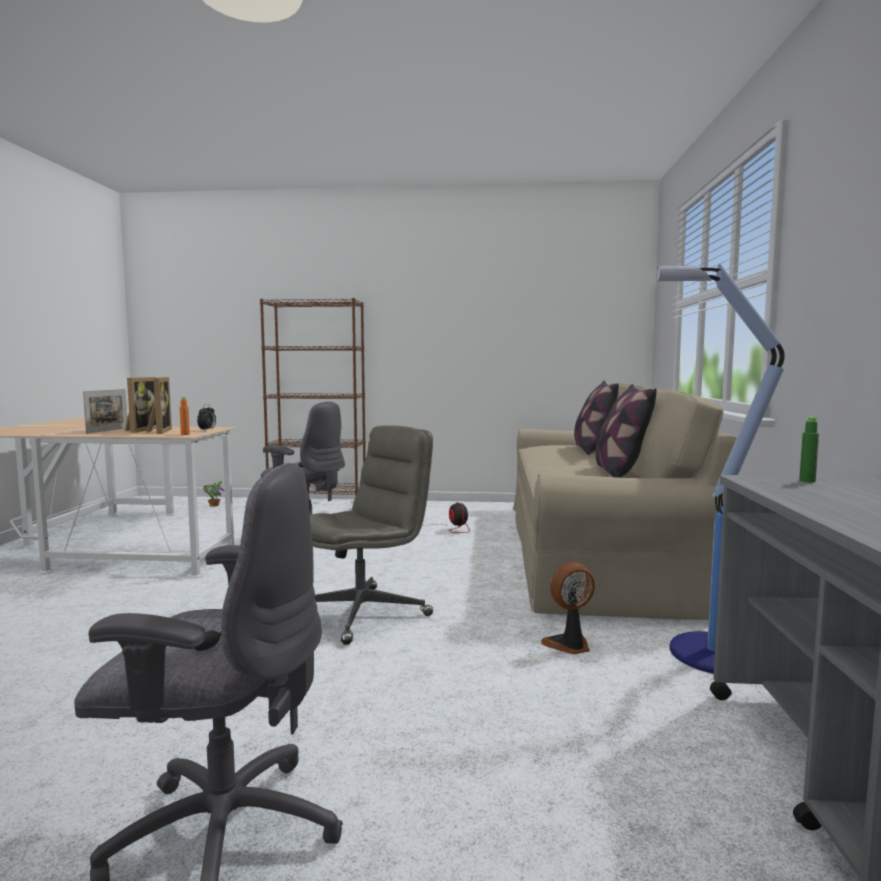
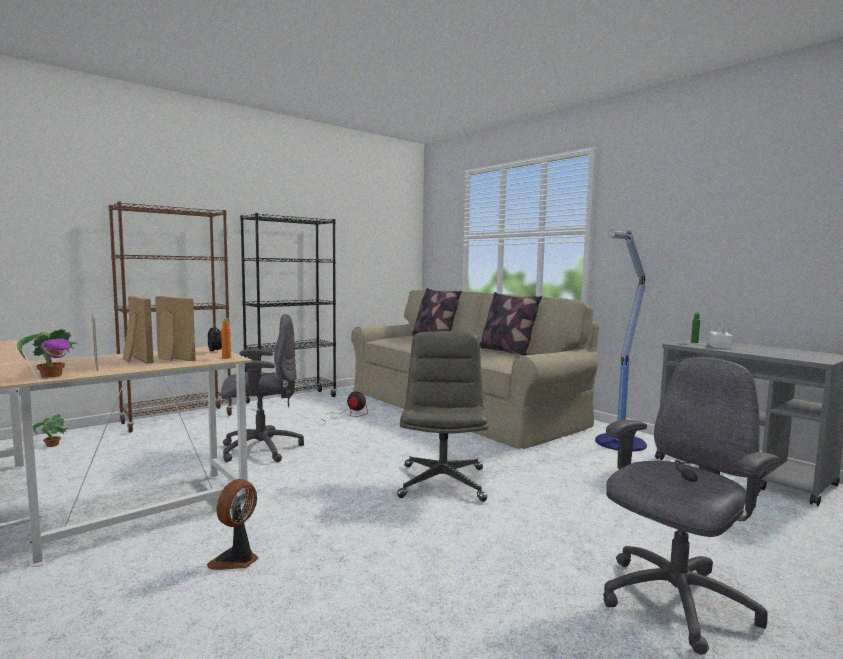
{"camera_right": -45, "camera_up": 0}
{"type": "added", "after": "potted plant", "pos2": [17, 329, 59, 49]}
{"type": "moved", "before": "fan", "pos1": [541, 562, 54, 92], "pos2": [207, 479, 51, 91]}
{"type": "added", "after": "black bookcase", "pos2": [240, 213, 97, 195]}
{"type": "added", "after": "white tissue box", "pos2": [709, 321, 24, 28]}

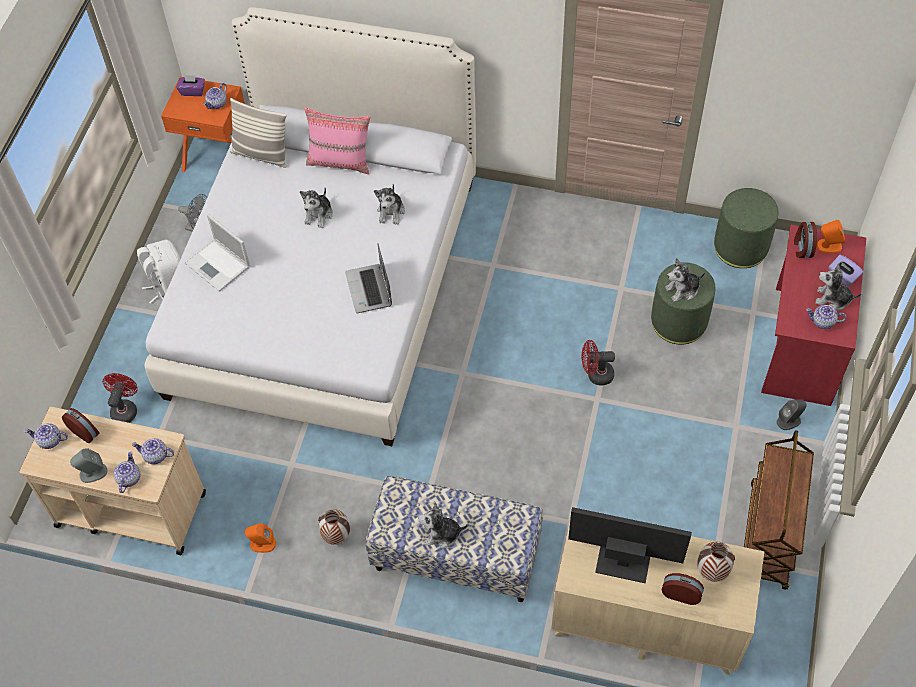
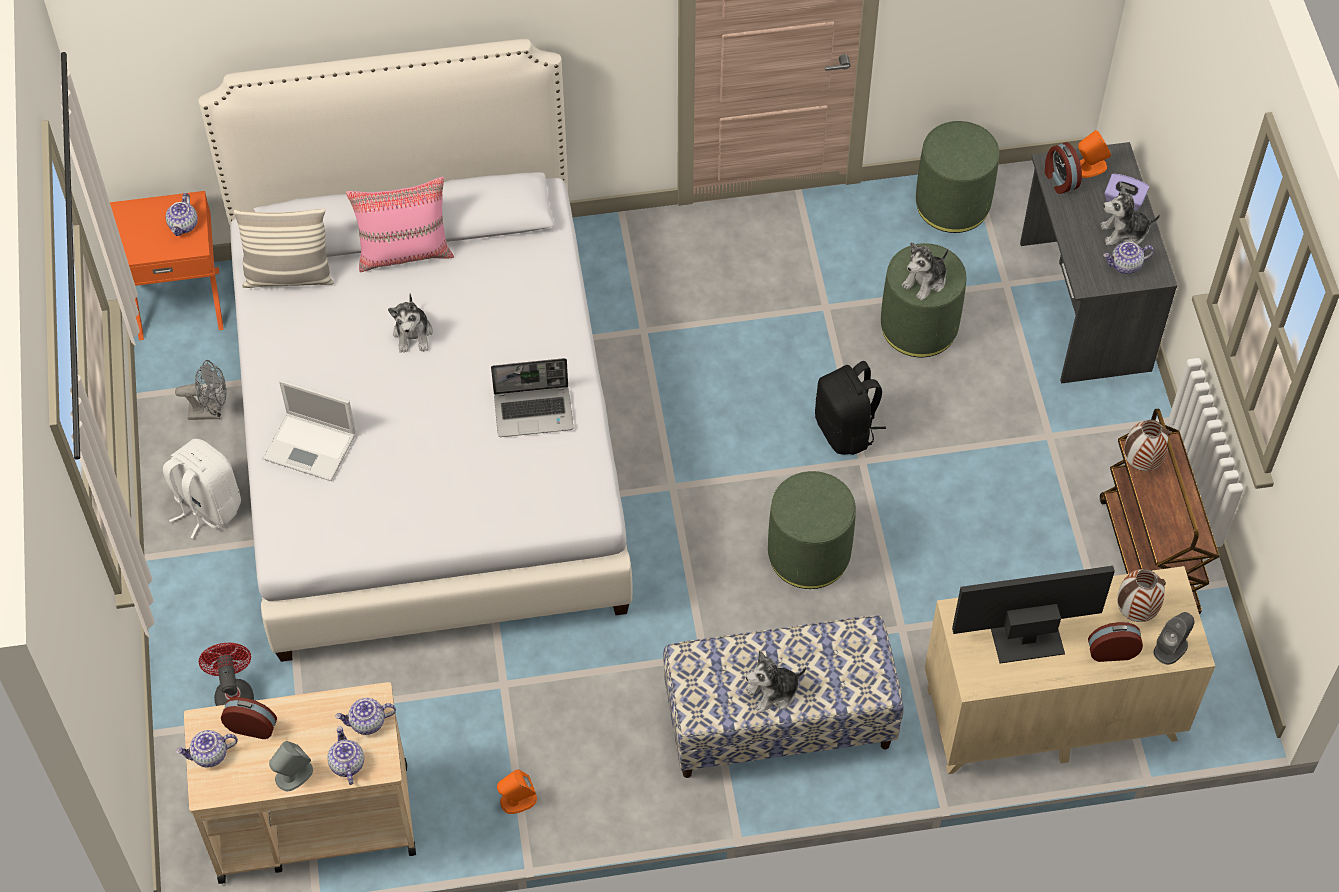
{"camera_right": -25, "camera_up": 0}
{"type": "turned", "before": "laptop", "pos1": [345, 243, 47, 70], "pos2": [491, 358, 83, 79], "turn": -60}
{"type": "added", "after": "green ottoman", "pos2": [768, 471, 88, 118]}
{"type": "replaced", "before": "red fan", "after": "black backpack", "pos1": [582, 340, 33, 45], "pos2": [815, 361, 71, 94]}
{"type": "recoloured", "before": "red desk", "after": "grey desk", "pos1": [761, 225, 105, 181], "pos2": [1020, 142, 158, 242]}
{"type": "moved", "before": "vase", "pos1": [318, 509, 32, 36], "pos2": [1124, 420, 46, 51]}
{"type": "moved", "before": "grey speaker", "pos1": [777, 399, 30, 31], "pos2": [1154, 612, 41, 53]}
{"type": "removed", "before": "purple tissue box", "pos1": [176, 75, 29, 21]}
{"type": "removed", "before": "plush toy", "pos1": [374, 184, 31, 40]}

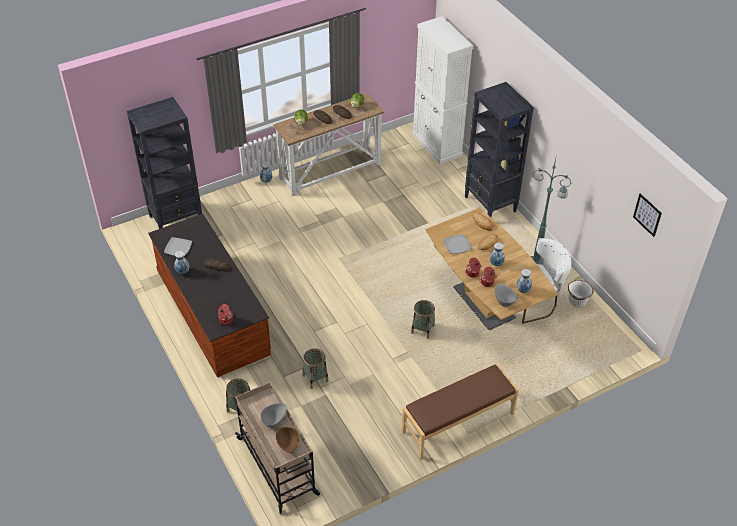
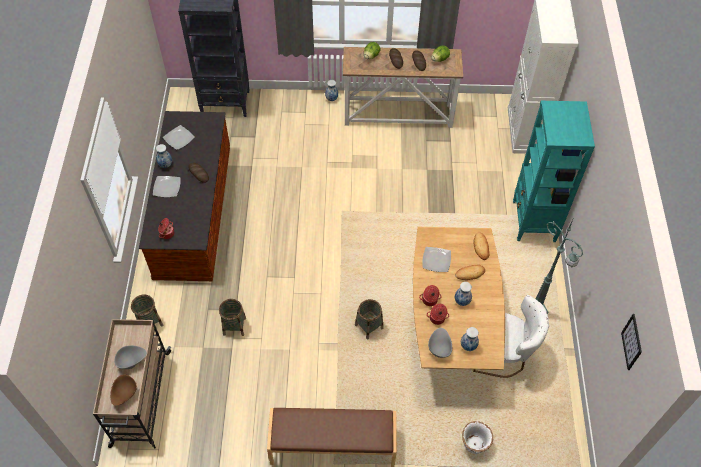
{"camera_right": 30, "camera_up": 10}
{"type": "added", "after": "plate", "pos2": [153, 176, 28, 21]}
{"type": "moved", "before": "white planter", "pos1": [568, 280, 26, 28], "pos2": [462, 421, 31, 33]}
{"type": "recoloured", "before": "black bookcase", "after": "turquoise bookcase", "pos1": [465, 82, 69, 135], "pos2": [513, 101, 82, 141]}

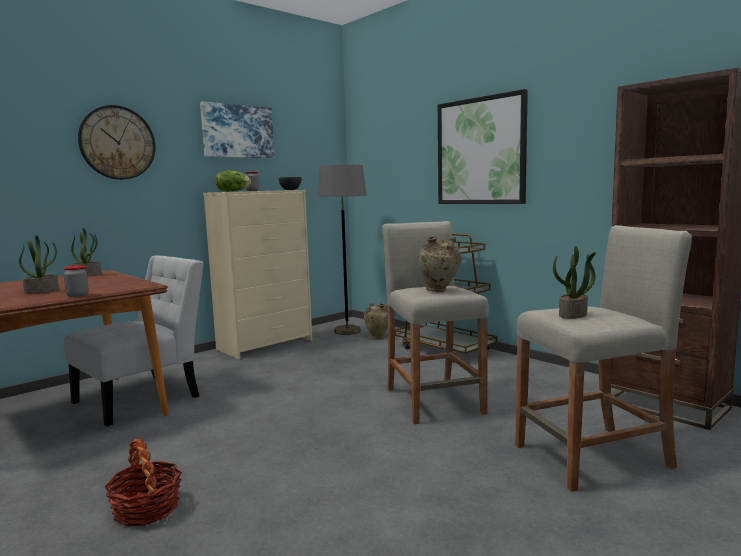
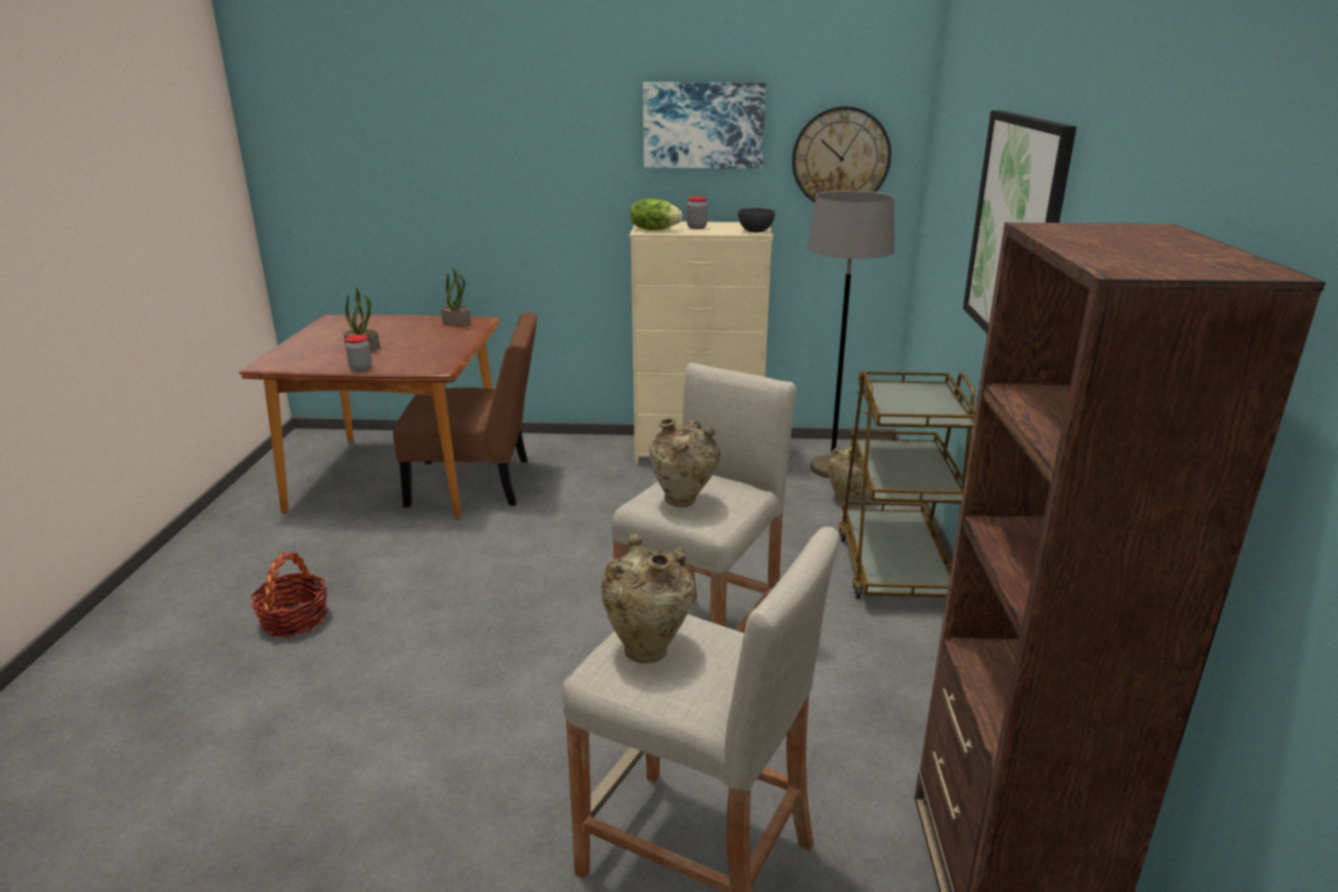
{"camera_right": 45, "camera_up": 15}
{"type": "recoloured", "before": "white chair", "after": "brown chair", "pos1": [64, 255, 140, 172], "pos2": [393, 312, 144, 195]}
{"type": "replaced", "before": "potted plant", "after": "beige vase", "pos1": [553, 246, 43, 73], "pos2": [601, 532, 93, 132]}
{"type": "moved", "before": "wall clock", "pos1": [78, 105, 77, 75], "pos2": [792, 106, 99, 96]}

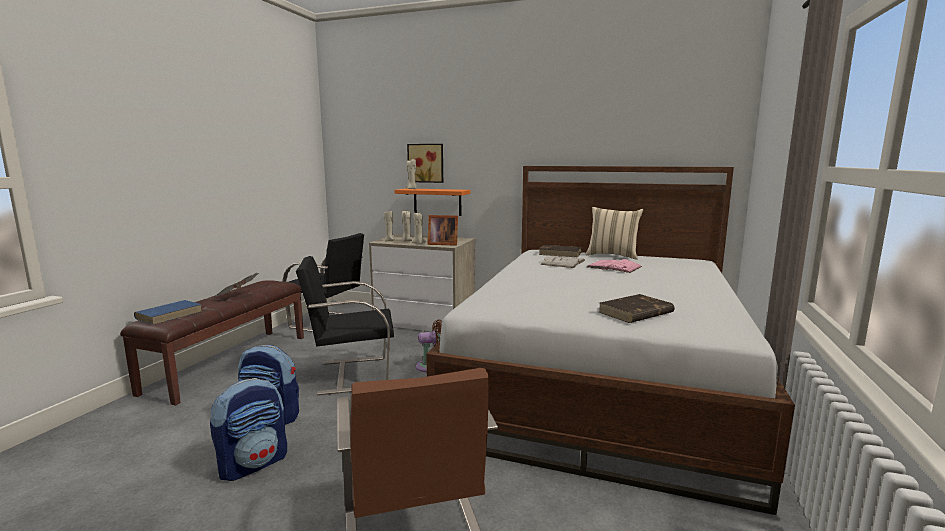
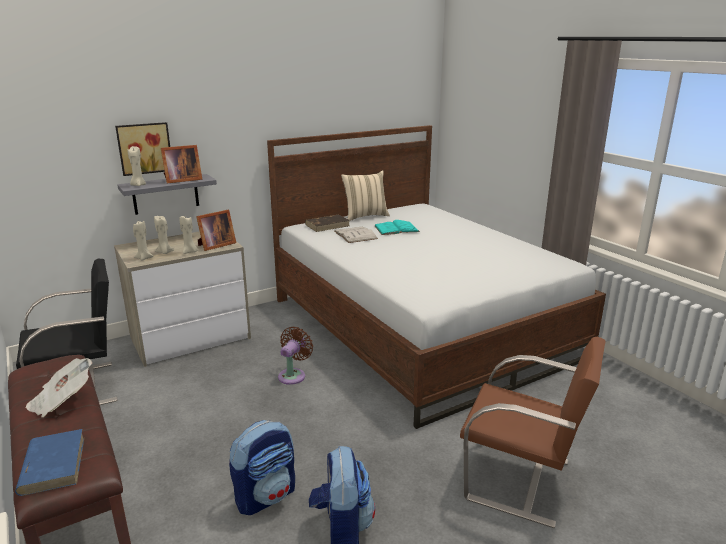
{"camera_right": -50, "camera_up": 10}
{"type": "recoloured", "before": "orange shelf", "after": "grey shelf", "pos1": [394, 188, 76, 28], "pos2": [117, 174, 100, 41]}
{"type": "added", "after": "picture frame", "pos2": [161, 145, 41, 38]}
{"type": "recoloured", "before": "pink book", "after": "turquoise book", "pos1": [587, 259, 55, 14], "pos2": [375, 220, 45, 15]}
{"type": "removed", "before": "black chair", "pos1": [296, 256, 98, 139]}
{"type": "removed", "before": "brown book", "pos1": [599, 294, 76, 29]}

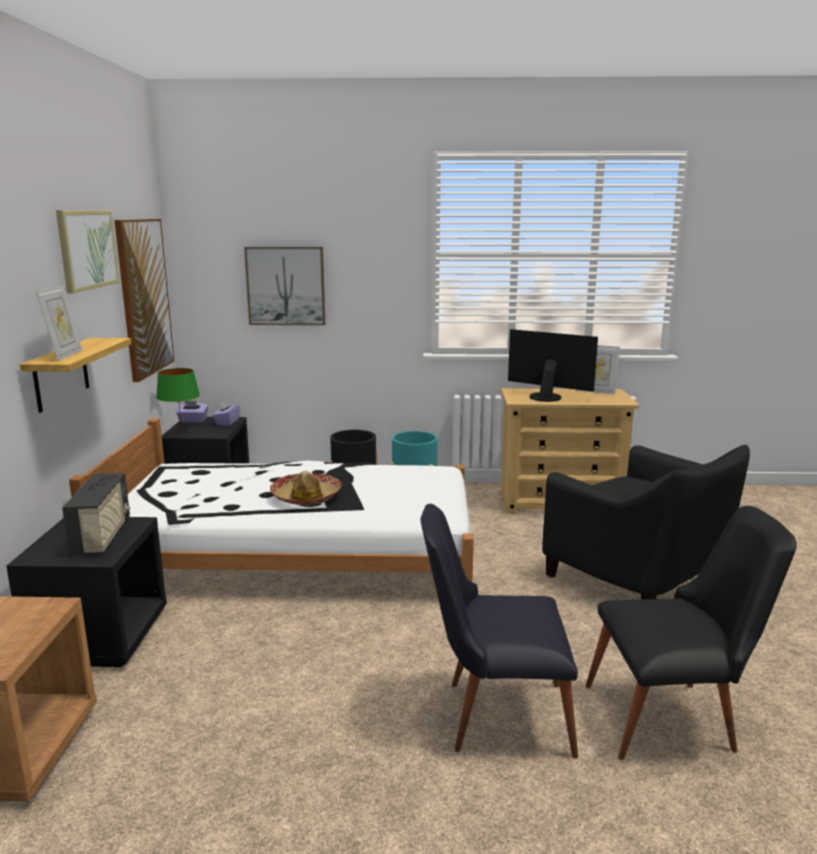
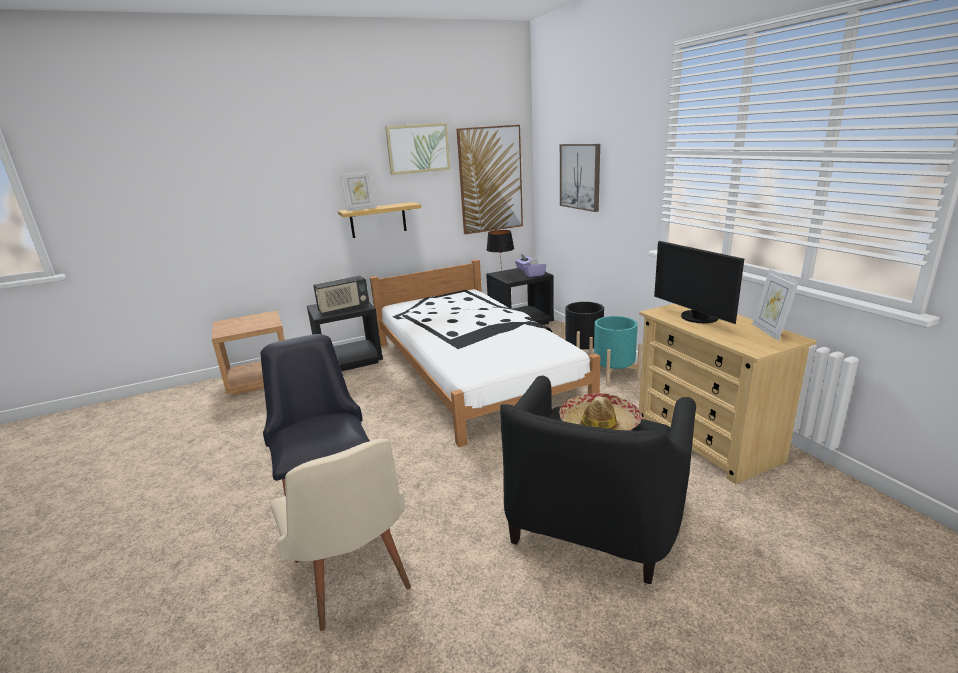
{"camera_right": 65, "camera_up": 5}
{"type": "recoloured", "before": "black chair", "after": "beige chair", "pos1": [585, 506, 211, 254], "pos2": [270, 439, 141, 192]}
{"type": "recoloured", "before": "green table lamp", "after": "black table lamp", "pos1": [156, 368, 44, 65], "pos2": [486, 230, 28, 44]}
{"type": "moved", "before": "hat", "pos1": [270, 471, 72, 35], "pos2": [559, 393, 83, 38]}
{"type": "turned", "before": "monitor", "pos1": [508, 329, 90, 73], "pos2": [654, 241, 90, 83], "turn": 150}

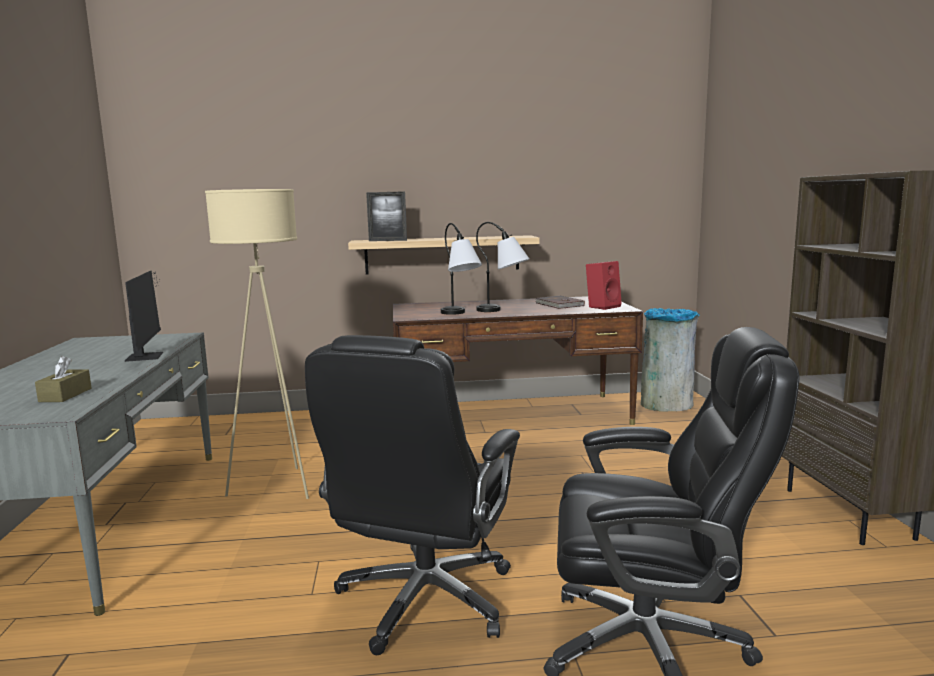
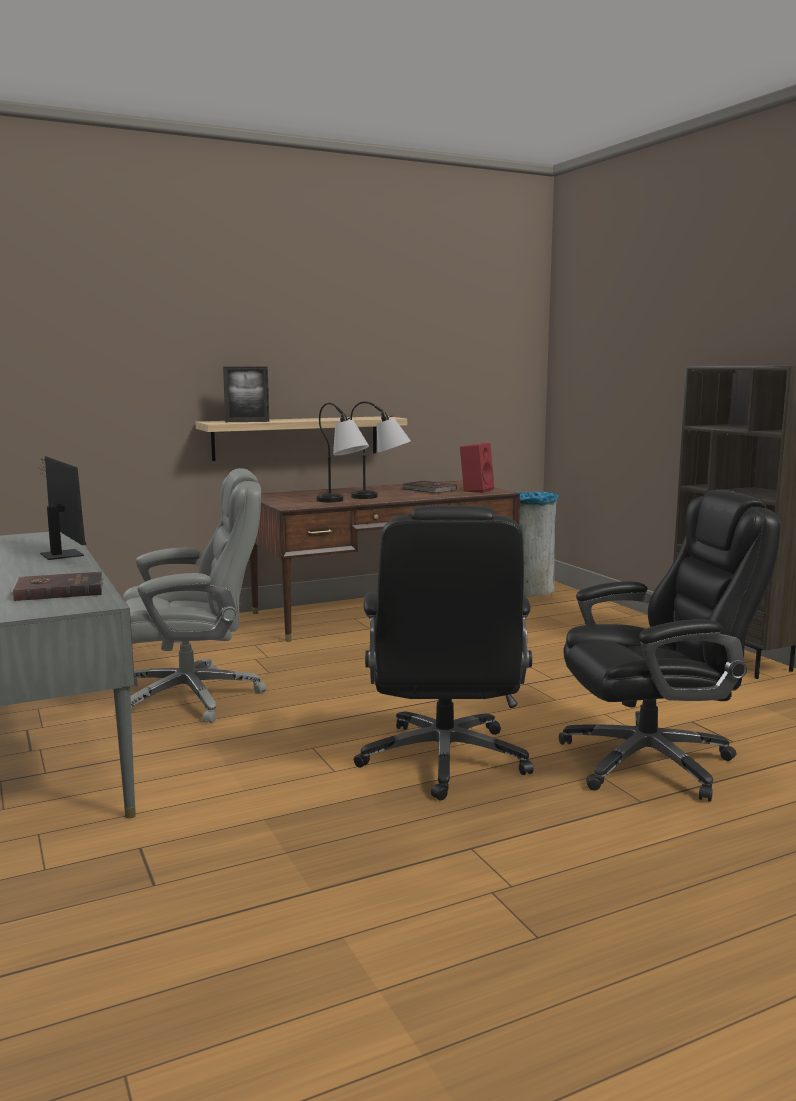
{"camera_right": -20, "camera_up": 0}
{"type": "replaced", "before": "brown tissue box", "after": "brown book", "pos1": [35, 356, 57, 46], "pos2": [10, 572, 94, 29]}
{"type": "replaced", "before": "beige floor lamp", "after": "grey office chair", "pos1": [205, 189, 104, 310], "pos2": [123, 468, 144, 255]}

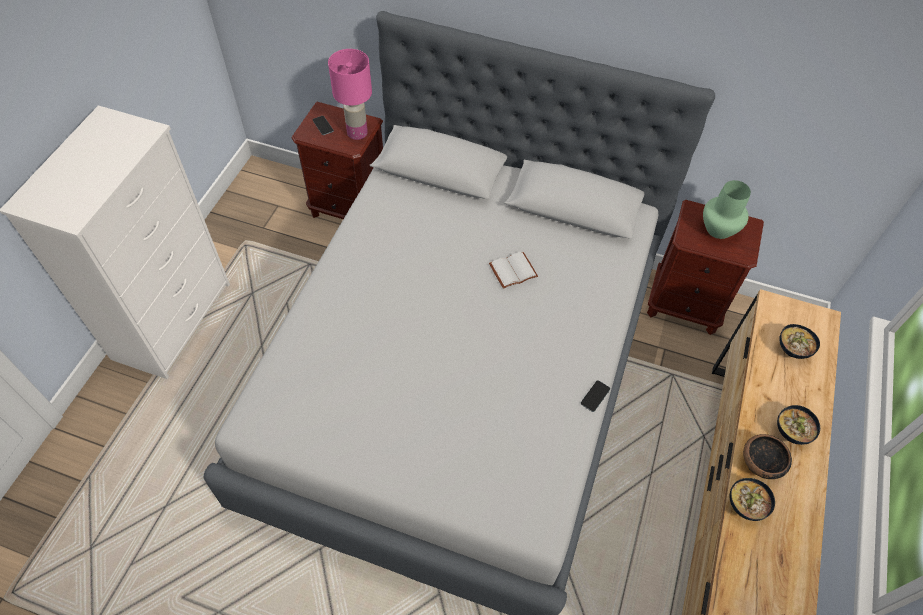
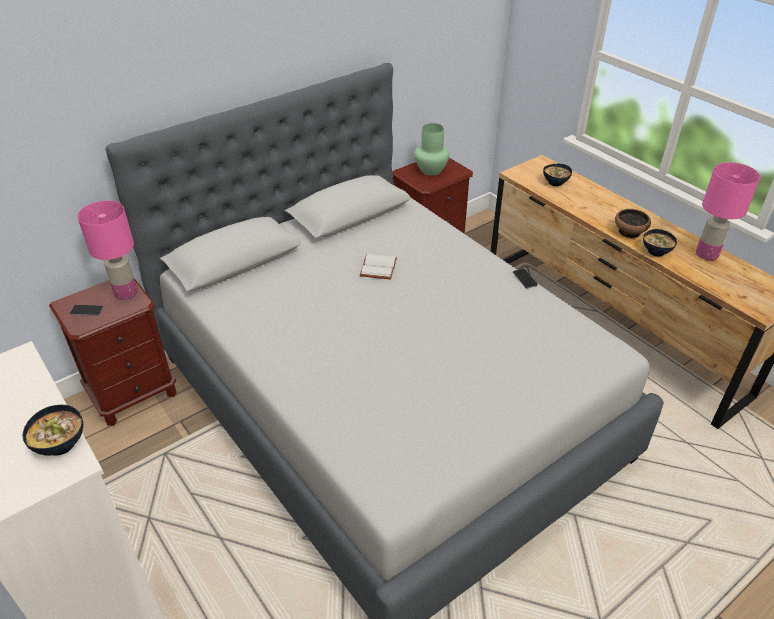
{"camera_right": -55, "camera_up": -15}
{"type": "moved", "before": "bowl", "pos1": [777, 405, 43, 40], "pos2": [23, 405, 60, 51]}
{"type": "added", "after": "pink table lamp", "pos2": [696, 162, 64, 99]}

